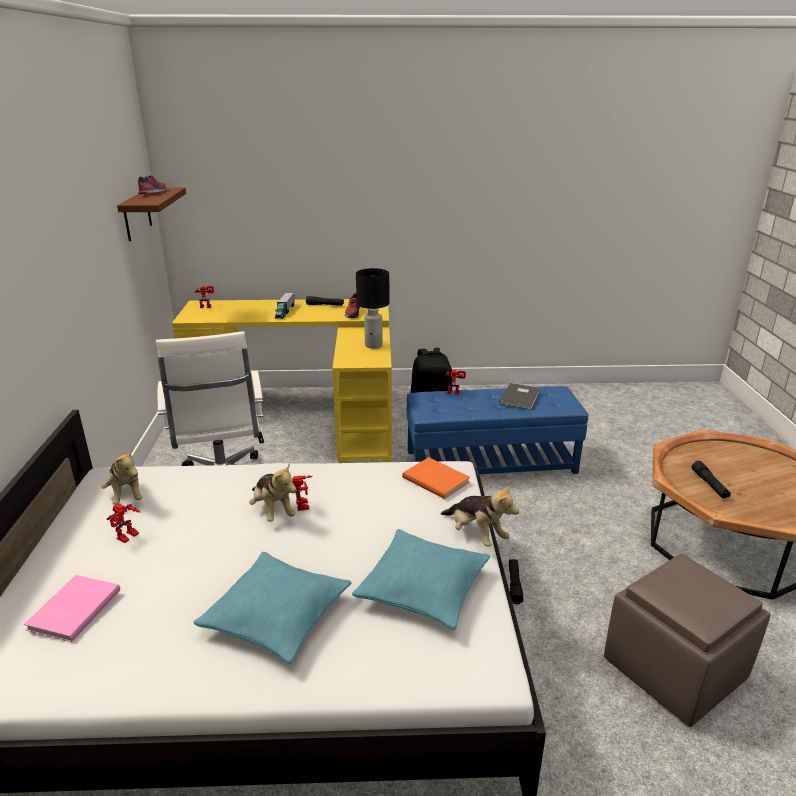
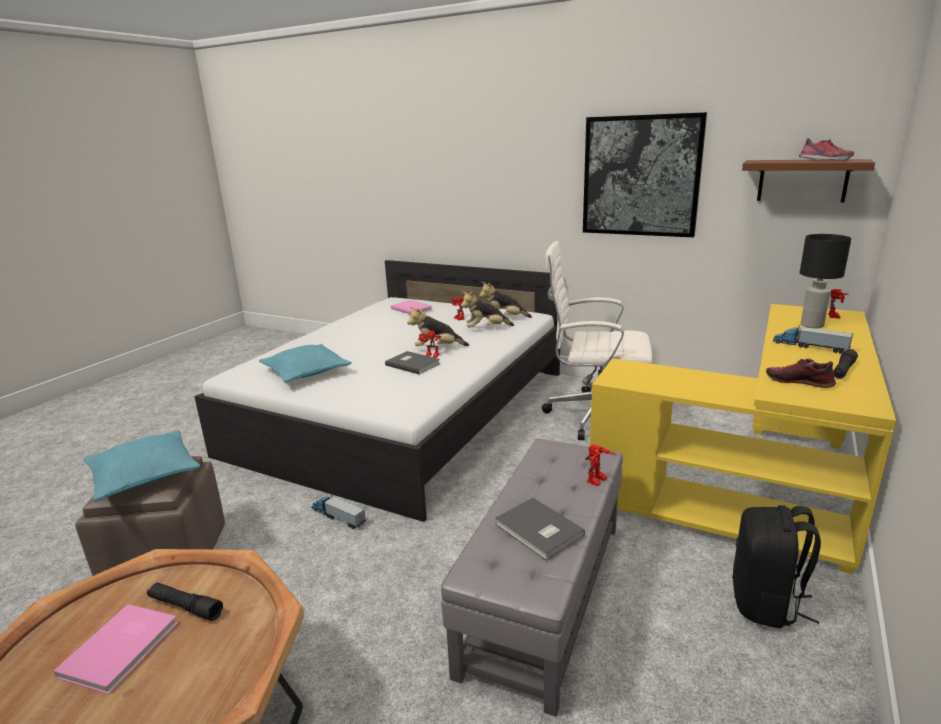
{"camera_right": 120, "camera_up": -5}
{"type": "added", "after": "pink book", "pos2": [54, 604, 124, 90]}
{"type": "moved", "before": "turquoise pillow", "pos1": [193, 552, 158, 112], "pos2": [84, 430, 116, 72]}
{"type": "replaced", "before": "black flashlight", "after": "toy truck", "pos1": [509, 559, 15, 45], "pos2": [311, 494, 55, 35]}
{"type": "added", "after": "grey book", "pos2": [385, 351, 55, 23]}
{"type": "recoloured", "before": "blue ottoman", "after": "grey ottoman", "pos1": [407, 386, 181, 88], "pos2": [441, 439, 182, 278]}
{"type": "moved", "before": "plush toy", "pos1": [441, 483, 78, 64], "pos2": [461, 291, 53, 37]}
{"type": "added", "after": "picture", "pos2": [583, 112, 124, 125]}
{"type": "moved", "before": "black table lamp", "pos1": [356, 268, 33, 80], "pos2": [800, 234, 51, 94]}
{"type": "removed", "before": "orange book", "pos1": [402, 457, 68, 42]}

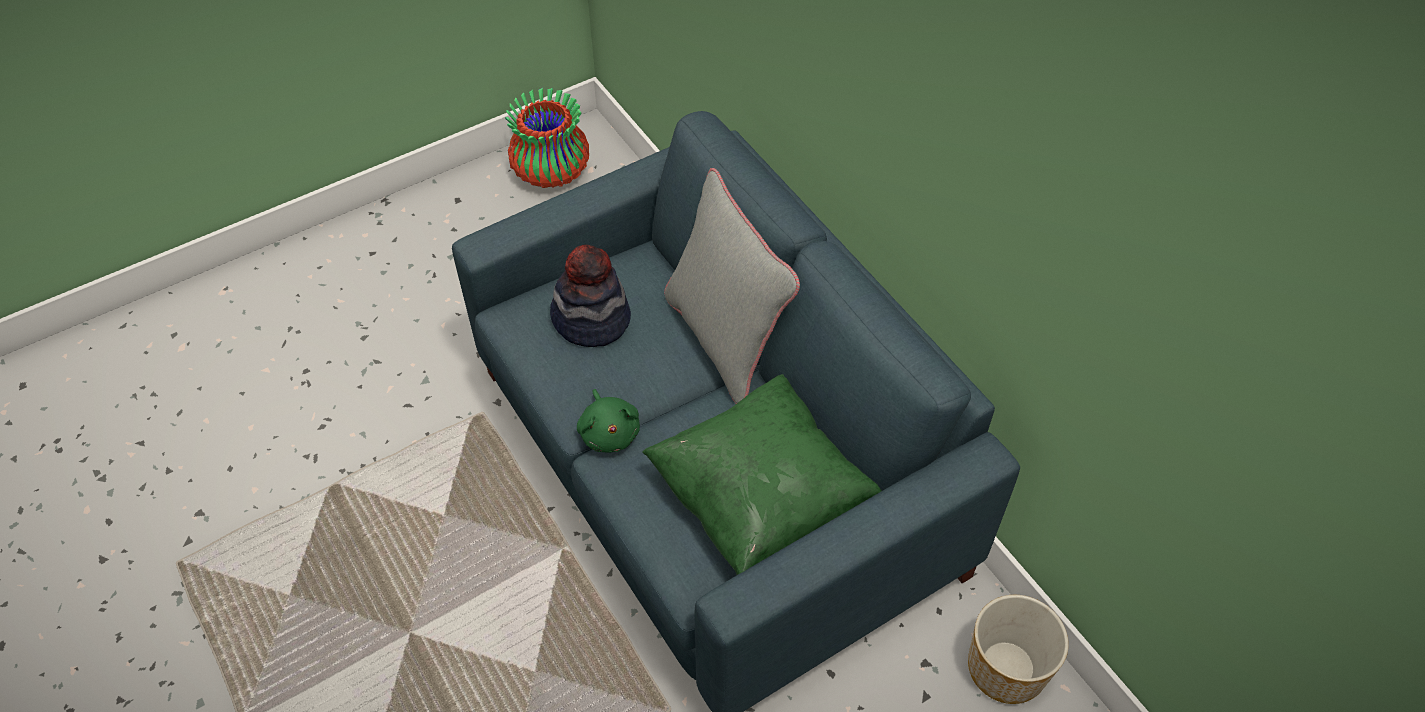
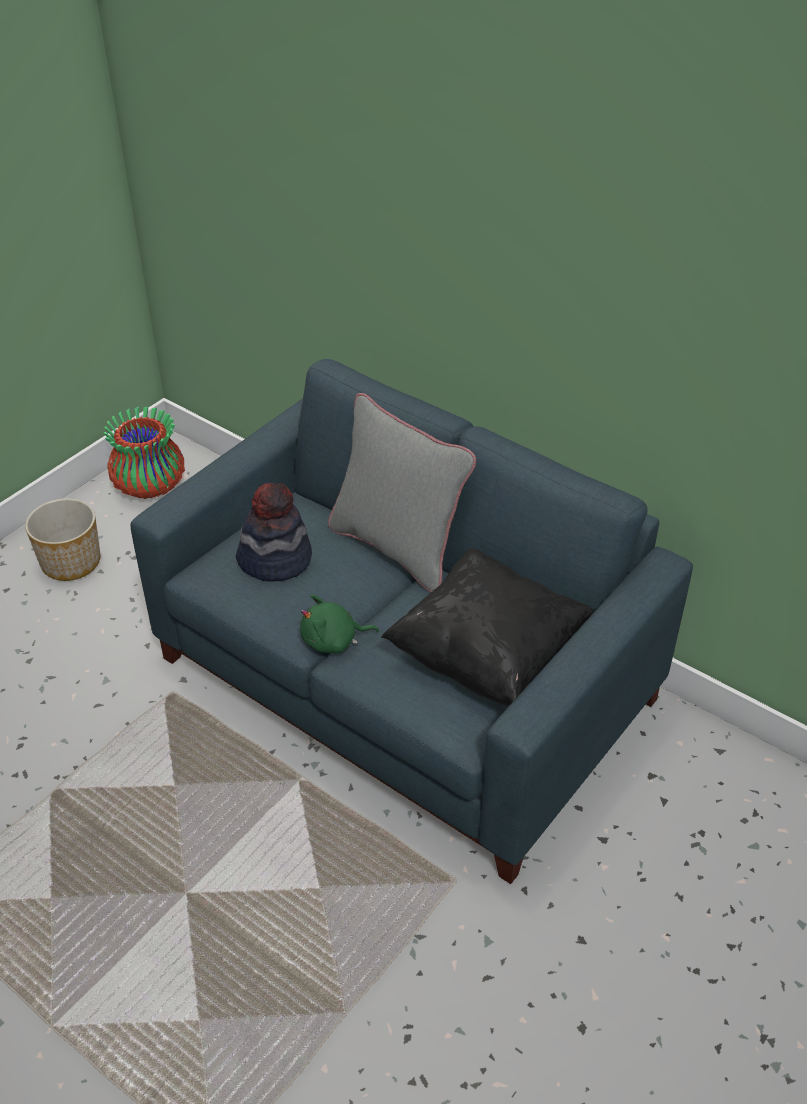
{"camera_right": -20, "camera_up": -10}
{"type": "moved", "before": "planter", "pos1": [968, 595, 101, 109], "pos2": [25, 498, 76, 83]}
{"type": "turned", "before": "green plush toy", "pos1": [577, 389, 63, 63], "pos2": [300, 594, 79, 59], "turn": 120}
{"type": "recoloured", "before": "green pillow", "after": "black pillow", "pos1": [642, 374, 239, 201], "pos2": [381, 548, 214, 159]}

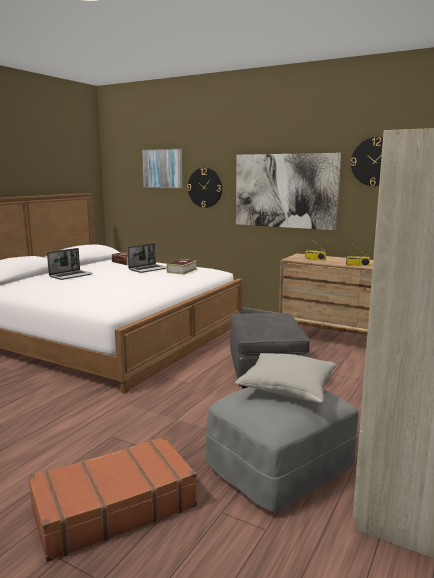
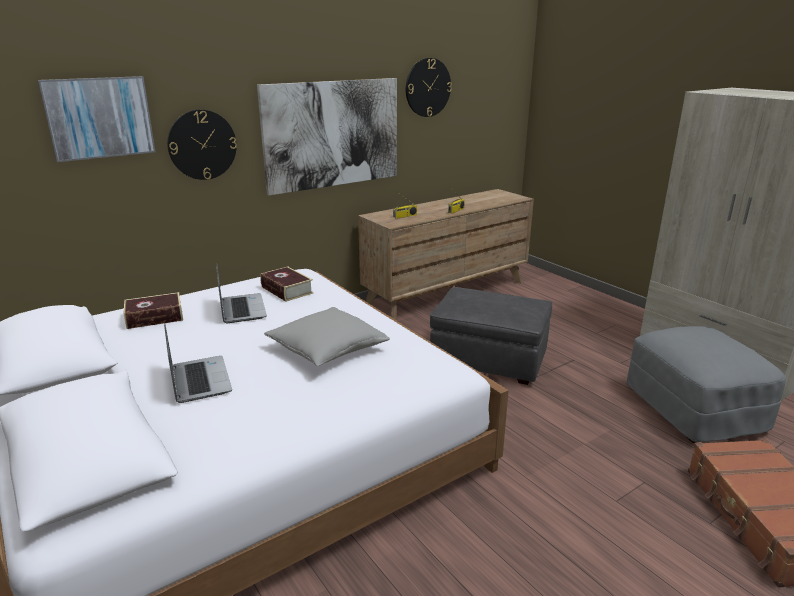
{"camera_right": -65, "camera_up": 10}
{"type": "moved", "before": "grey pillow", "pos1": [235, 353, 102, 50], "pos2": [264, 307, 126, 59]}

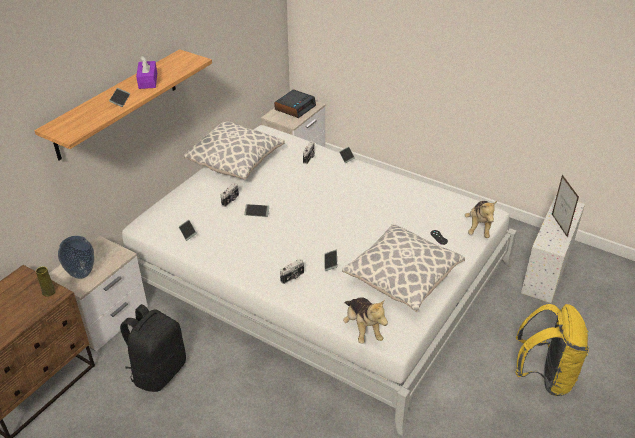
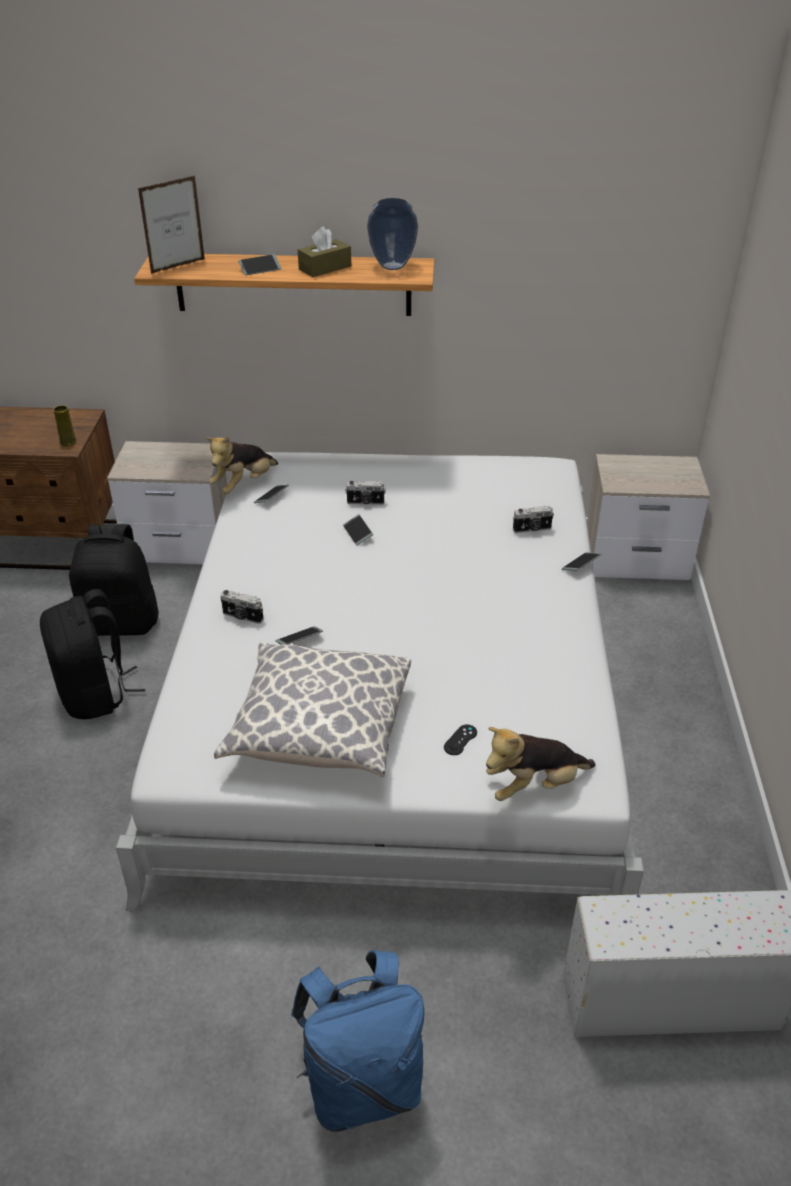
{"camera_right": 60, "camera_up": 0}
{"type": "added", "after": "black backpack", "pos2": [40, 589, 105, 130]}
{"type": "moved", "before": "picture frame", "pos1": [552, 175, 27, 63], "pos2": [138, 176, 67, 98]}
{"type": "moved", "before": "plush toy", "pos1": [343, 297, 45, 47], "pos2": [206, 436, 72, 58]}
{"type": "recoloured", "before": "yellow backpack", "after": "blue backpack", "pos1": [515, 304, 74, 92], "pos2": [291, 950, 133, 182]}
{"type": "recoloured", "before": "purple tissue box", "after": "brown tissue box", "pos1": [136, 56, 21, 33], "pos2": [298, 227, 53, 50]}
{"type": "moved", "before": "vase", "pos1": [58, 236, 36, 43], "pos2": [367, 198, 51, 72]}
{"type": "removed", "before": "pillow", "pos1": [184, 121, 101, 59]}
{"type": "removed", "before": "alarm clock", "pos1": [274, 90, 42, 28]}

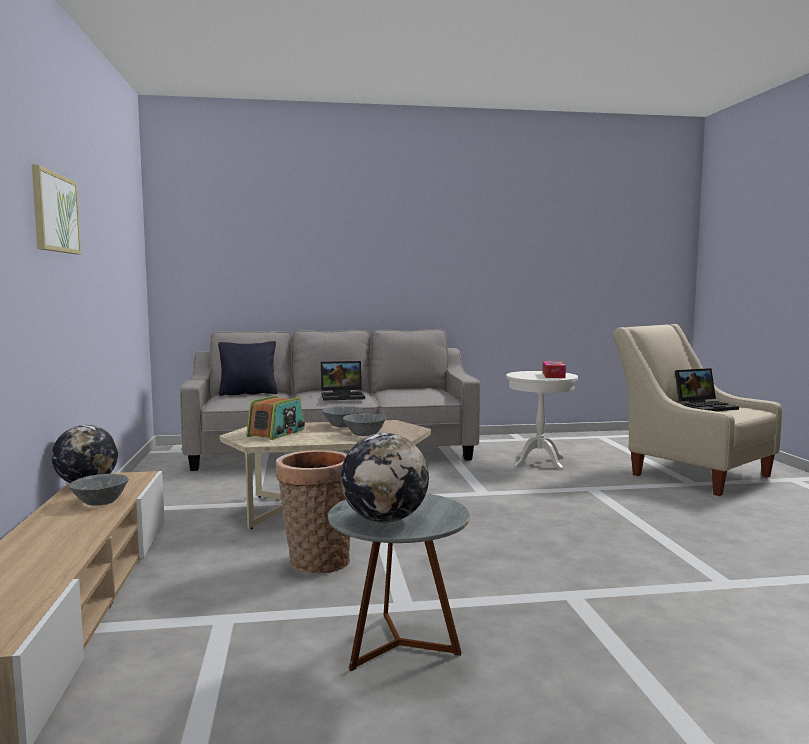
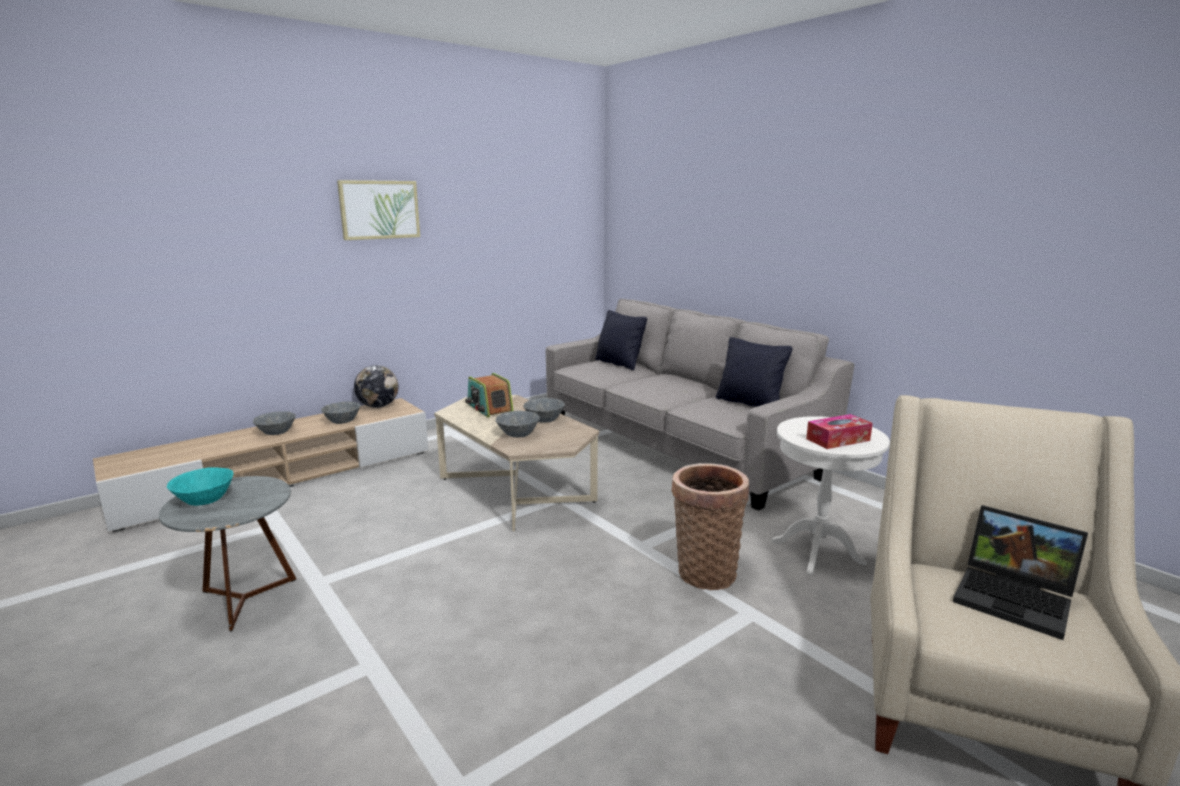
{"camera_right": 60, "camera_up": 10}
{"type": "replaced", "before": "globe", "after": "turquoise bowl", "pos1": [341, 433, 88, 90], "pos2": [167, 467, 66, 39]}
{"type": "added", "after": "grey bowl", "pos2": [253, 412, 43, 23]}
{"type": "turned", "before": "radio", "pos1": [246, 395, 59, 45], "pos2": [465, 373, 49, 44], "turn": 60}
{"type": "moved", "before": "basket", "pos1": [276, 450, 74, 124], "pos2": [671, 463, 78, 127]}
{"type": "added", "after": "black pillow", "pos2": [716, 337, 77, 70]}
{"type": "removed", "before": "laptop", "pos1": [321, 361, 44, 40]}

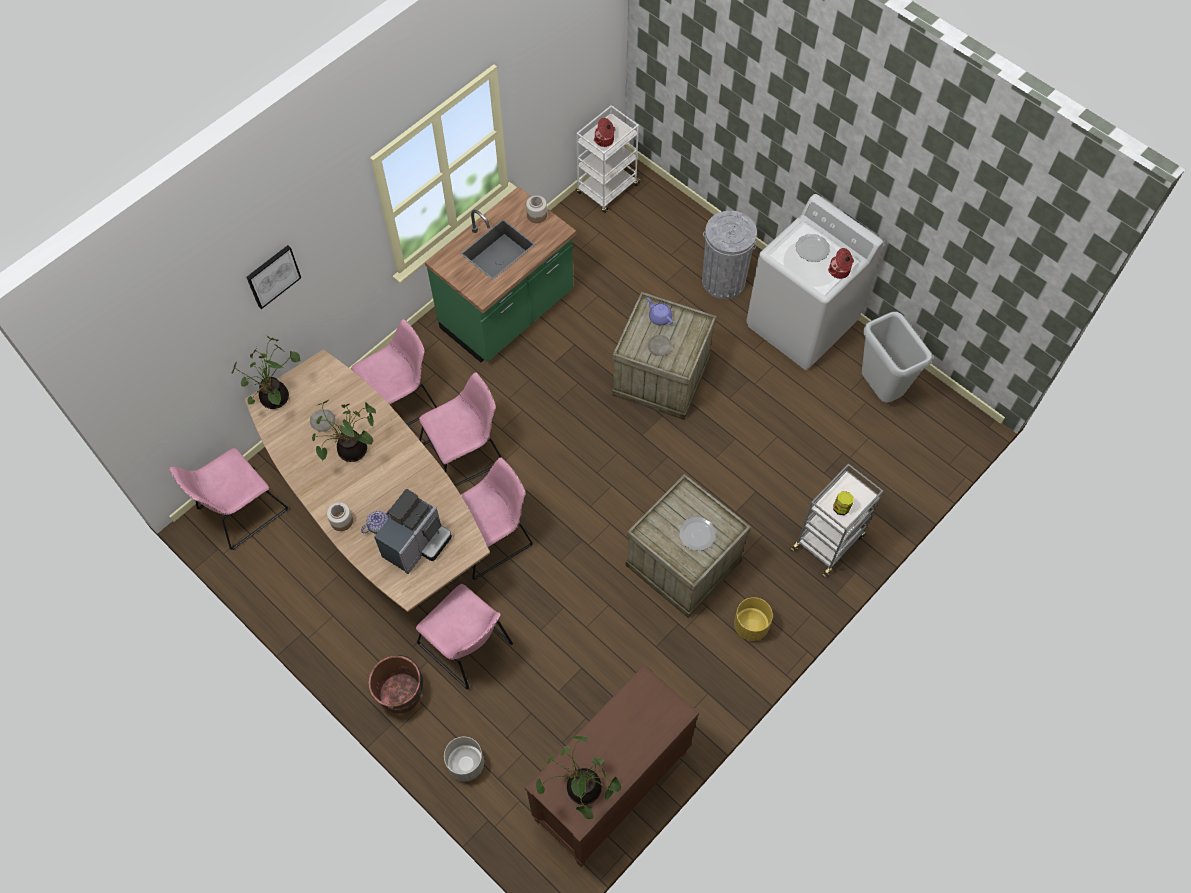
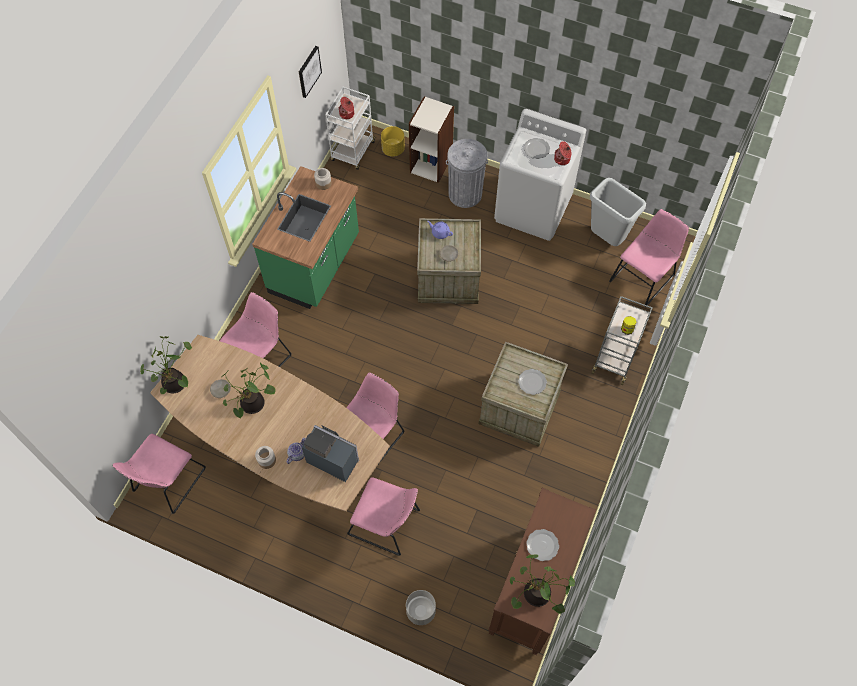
{"camera_right": -20, "camera_up": 0}
{"type": "moved", "before": "picture", "pos1": [246, 245, 55, 64], "pos2": [299, 46, 23, 52]}
{"type": "turned", "before": "coffee machine", "pos1": [374, 489, 78, 85], "pos2": [302, 425, 57, 57], "turn": -75}
{"type": "moved", "before": "yellow planter", "pos1": [734, 597, 39, 44], "pos2": [381, 126, 24, 31]}
{"type": "added", "after": "bookcase", "pos2": [409, 96, 45, 87]}
{"type": "added", "after": "plate", "pos2": [526, 529, 33, 32]}
{"type": "moved", "before": "pink chair", "pos1": [419, 372, 83, 115], "pos2": [609, 209, 80, 97]}
{"type": "removed", "before": "brown bucket", "pos1": [369, 655, 54, 59]}

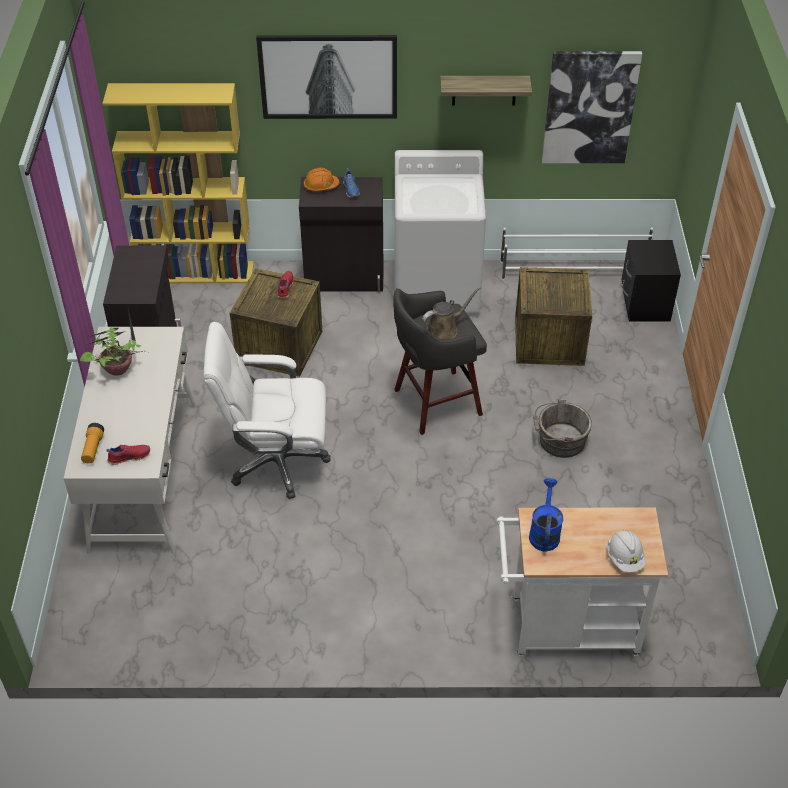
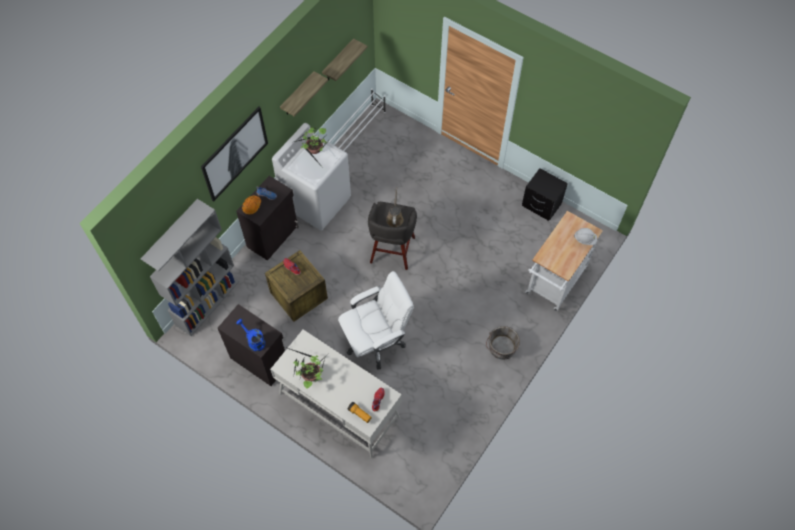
{"camera_right": -55, "camera_up": 15}
{"type": "recoloured", "before": "yellow bookcase", "after": "grey bookcase", "pos1": [102, 83, 152, 200], "pos2": [140, 199, 99, 137]}
{"type": "moved", "before": "blue watering can", "pos1": [529, 478, 34, 73], "pos2": [236, 319, 29, 32]}
{"type": "added", "after": "potted plant", "pos2": [294, 127, 33, 42]}
{"type": "replaced", "before": "picture", "after": "shelf", "pos1": [542, 51, 100, 112], "pos2": [322, 38, 45, 43]}
{"type": "turned", "before": "white office chair", "pos1": [204, 322, 127, 177], "pos2": [338, 271, 76, 98], "turn": -150}
{"type": "moved", "before": "grey bucket", "pos1": [533, 399, 59, 59], "pos2": [486, 326, 34, 34]}
{"type": "moved", "before": "black nightstand", "pos1": [621, 240, 60, 82], "pos2": [522, 168, 46, 53]}
{"type": "removed", "before": "crate", "pos1": [515, 267, 77, 99]}

